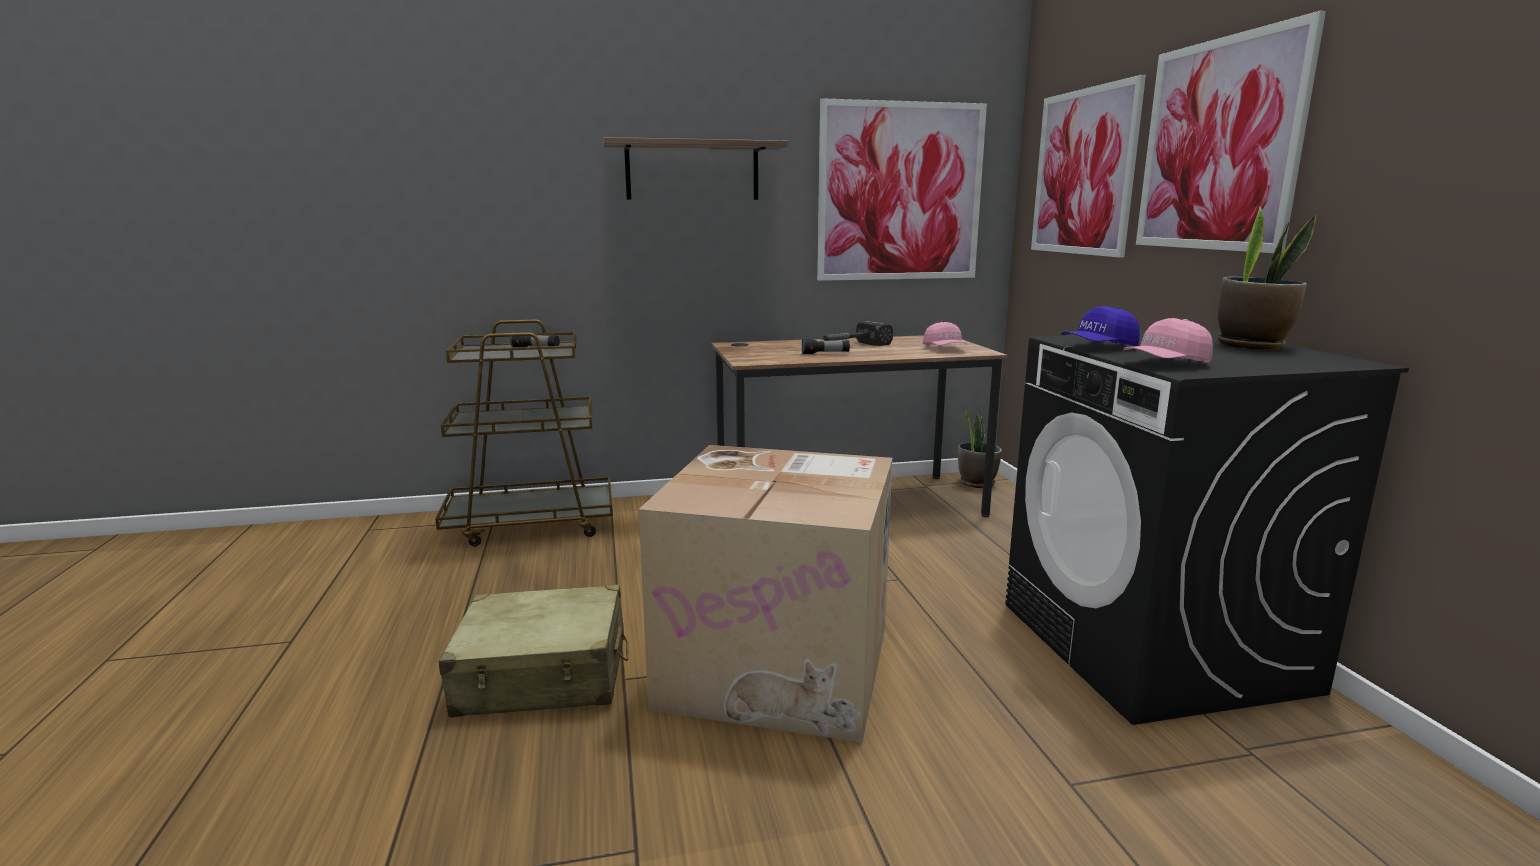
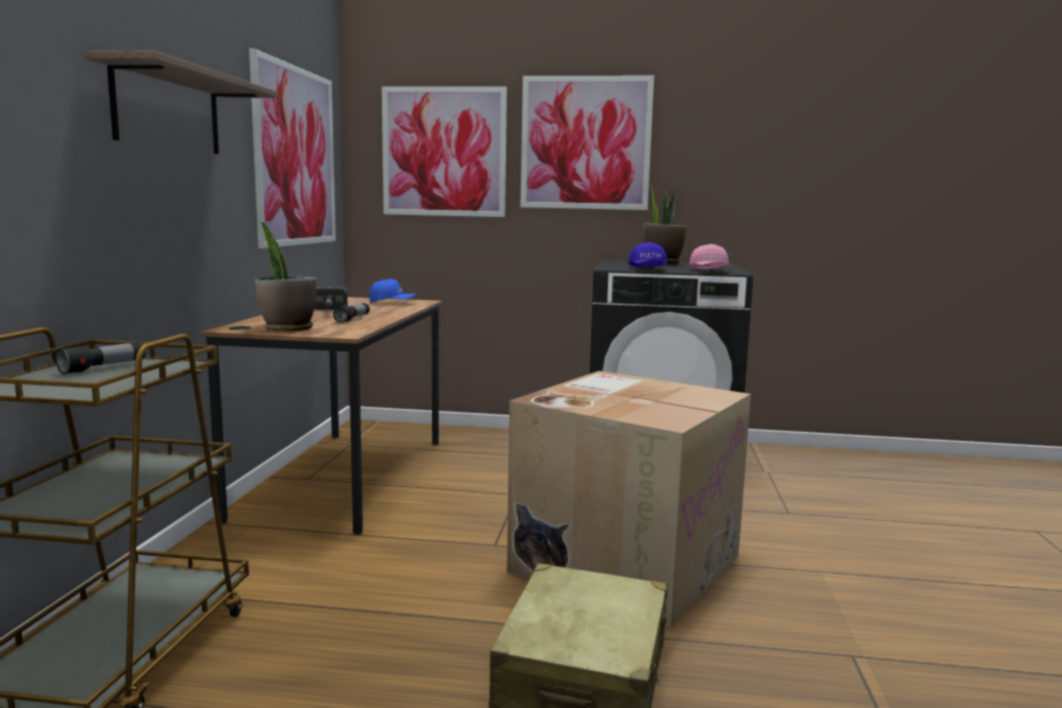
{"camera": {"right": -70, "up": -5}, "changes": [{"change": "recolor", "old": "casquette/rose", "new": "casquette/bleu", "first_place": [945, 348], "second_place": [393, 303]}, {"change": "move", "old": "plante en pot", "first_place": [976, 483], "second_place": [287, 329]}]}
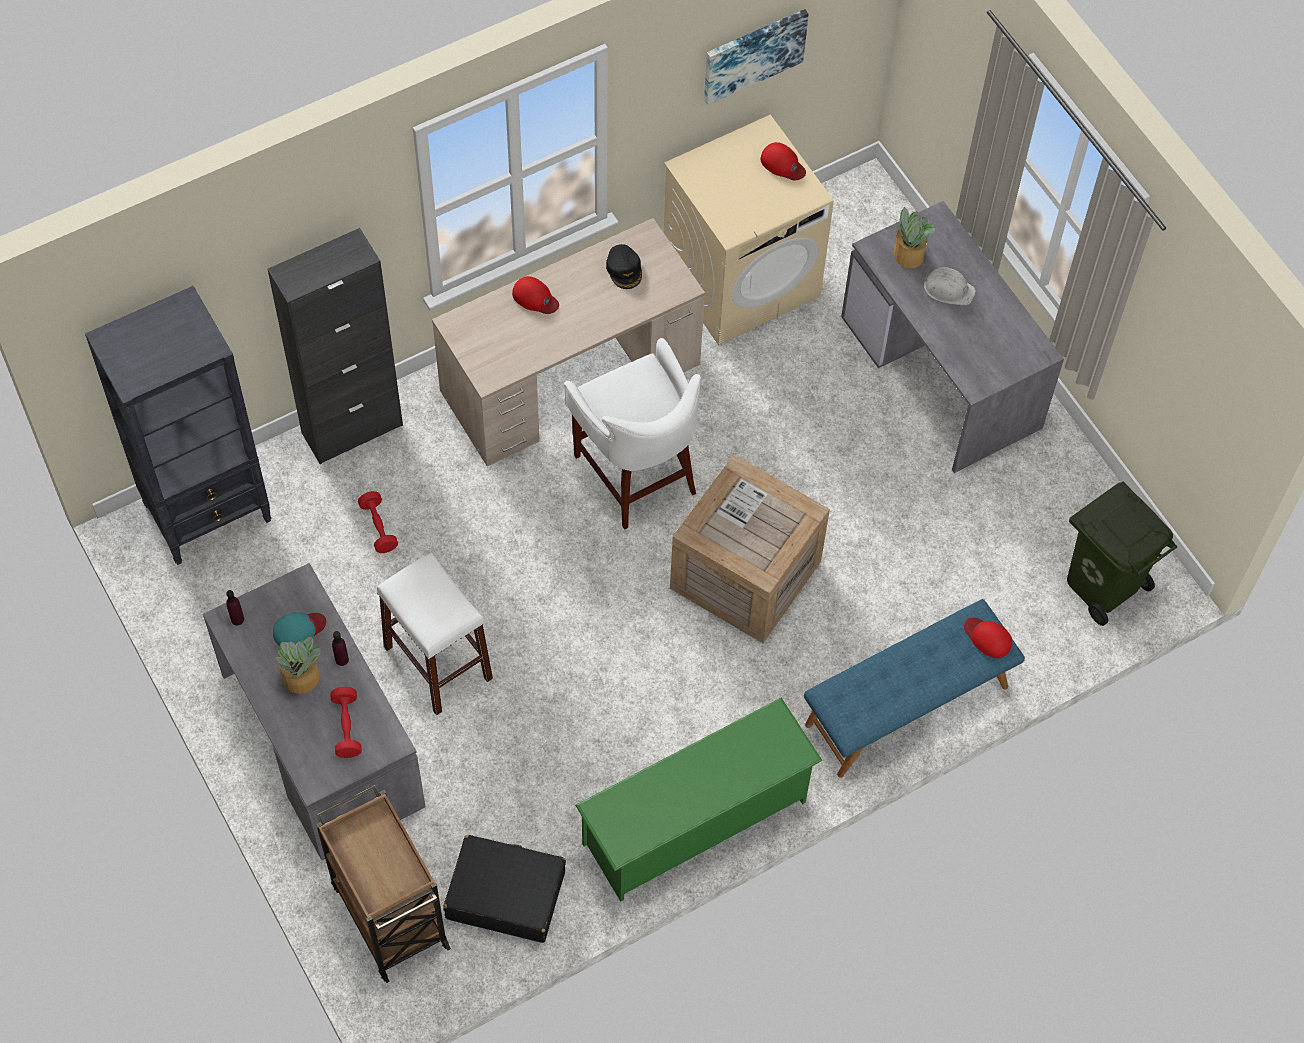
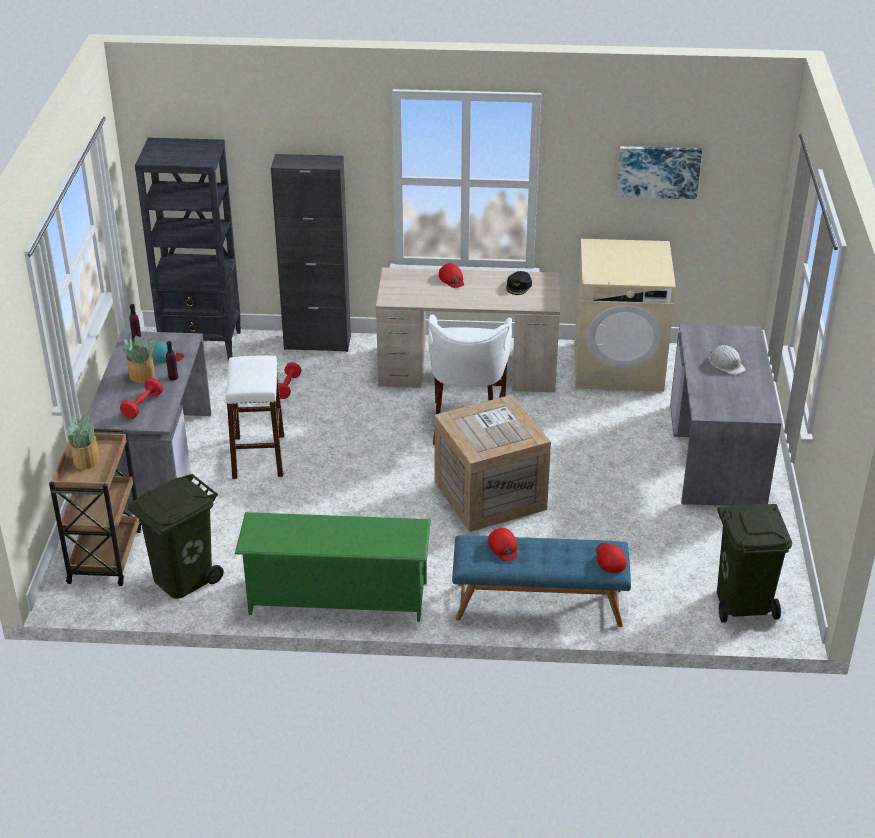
{"camera": {"right": 35, "up": -25}, "changes": [{"change": "move", "old": "casquette/rouge", "first_place": [782, 164], "second_place": [503, 547]}, {"change": "move", "old": "plante en pot", "first_place": [908, 254], "second_place": [87, 460]}, {"change": "replace", "old": "valise/noir", "new": "poubelle/vert", "first_place": [505, 894], "second_place": [182, 578]}]}
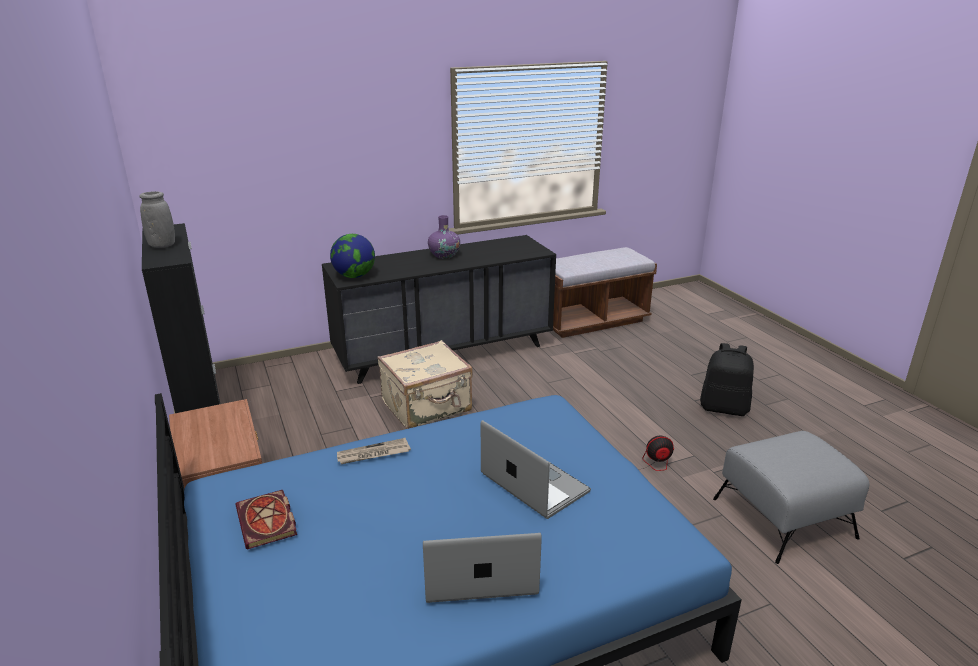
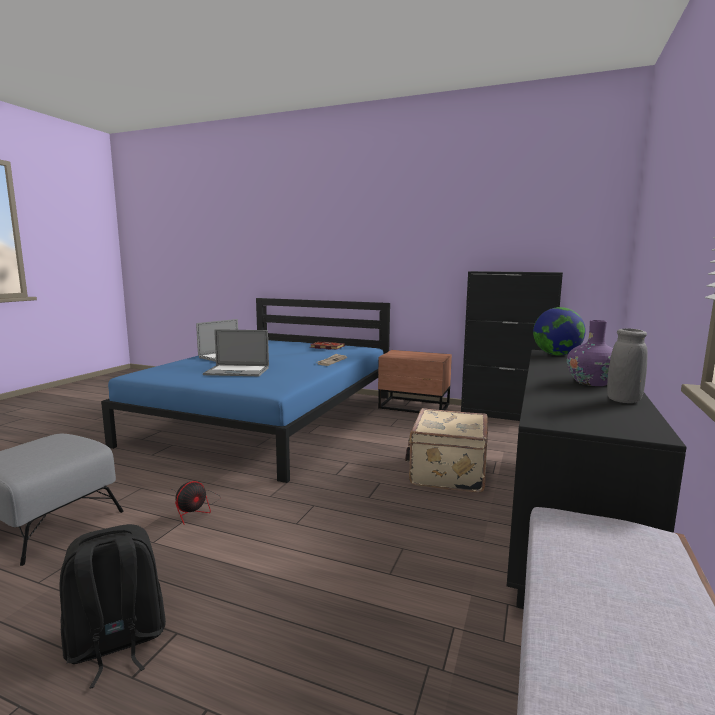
{"camera": {"right": 135, "up": -15}, "changes": [{"change": "move", "old": "vase/gris", "first_place": [162, 245], "second_place": [624, 400]}]}
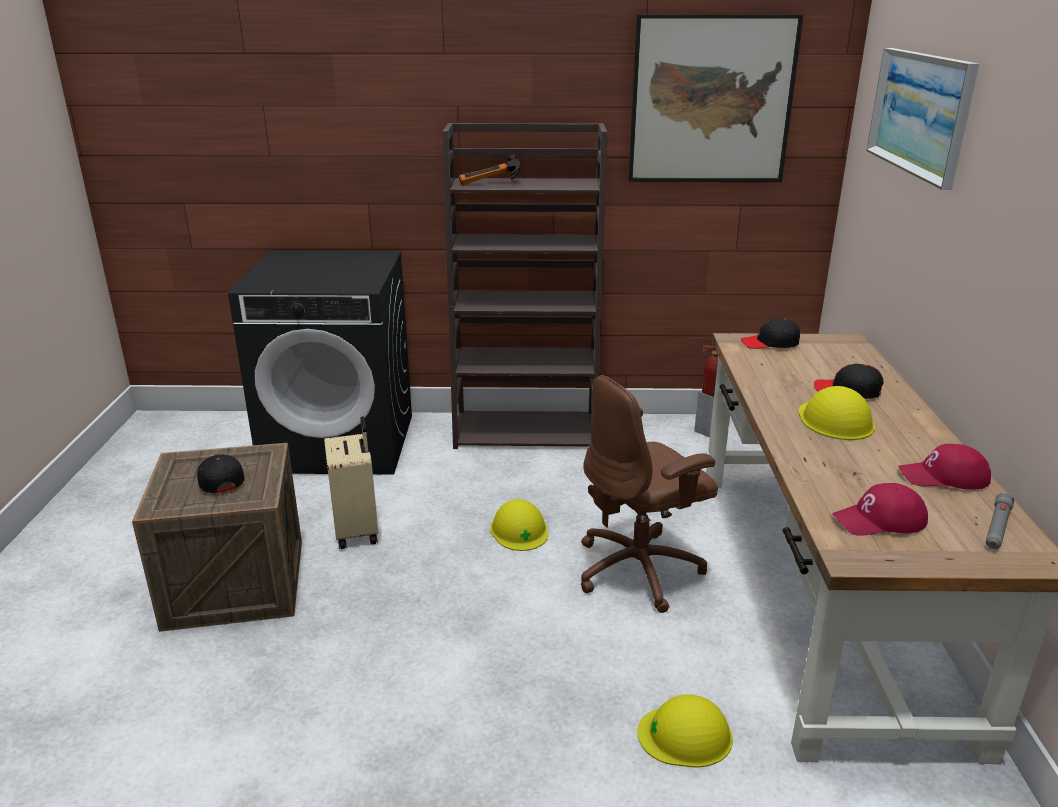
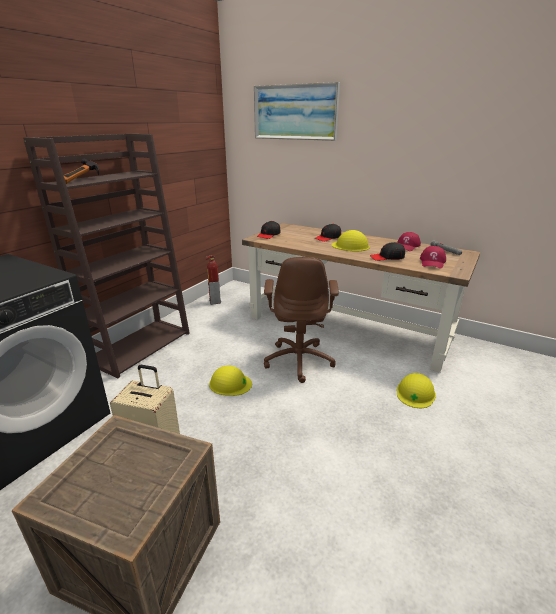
{"camera": {"right": -60, "up": 0}, "changes": [{"change": "delete", "old": "tableau", "first_place": [711, 100]}, {"change": "move", "old": "casquette/noir", "first_place": [219, 479], "second_place": [387, 257]}]}
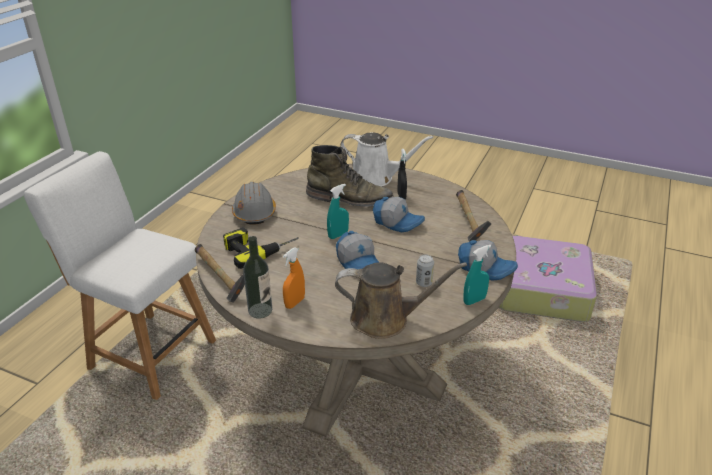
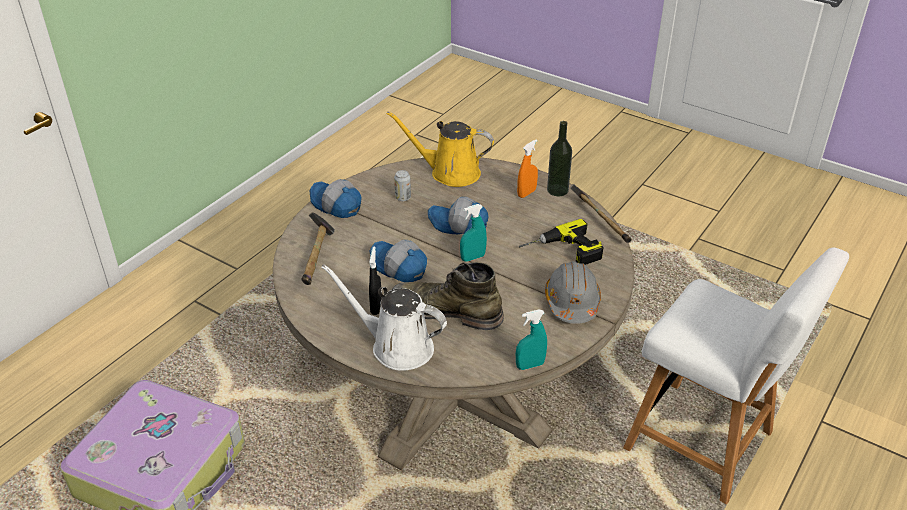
{"camera": {"right": -170, "up": 5}, "changes": [{"change": "rotate", "old": "casquette", "first_place": [359, 261], "second_place": [458, 225], "degrees": -60}, {"change": "move", "old": "vaporisateur/turquoise", "first_place": [474, 300], "second_place": [530, 365]}, {"change": "recolor", "old": "arrosoir/marron", "new": "arrosoir/jaune", "first_place": [385, 319], "second_place": [450, 173]}]}
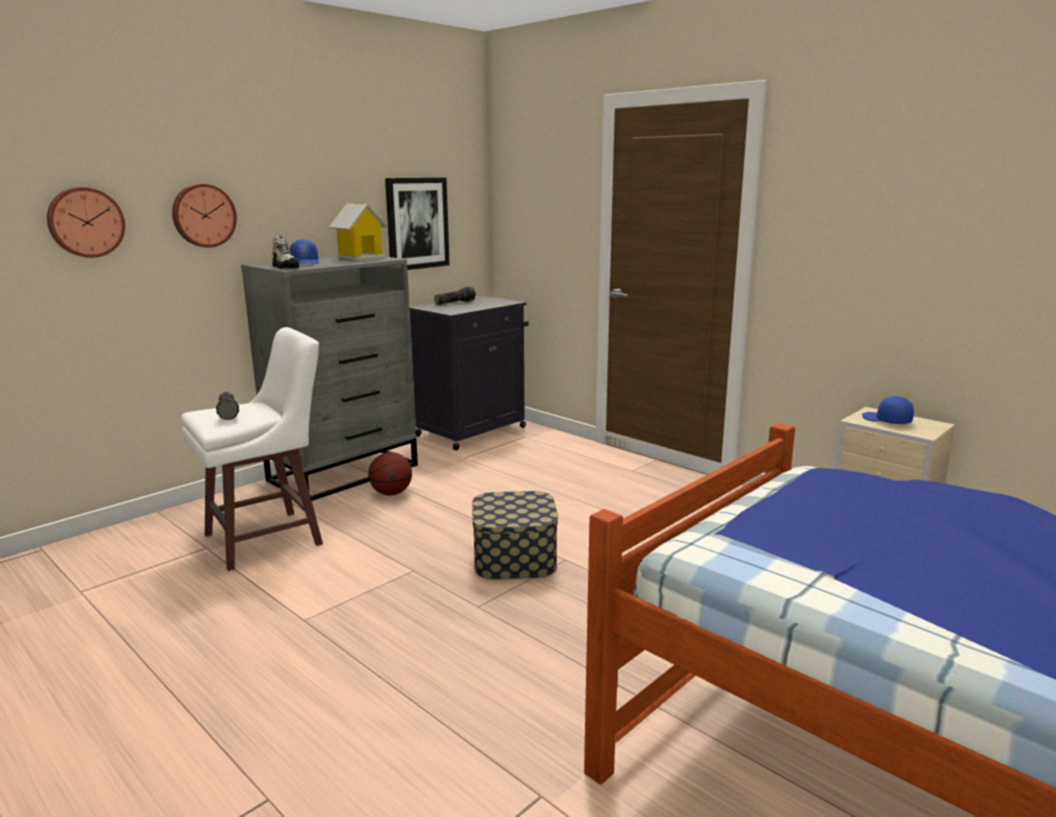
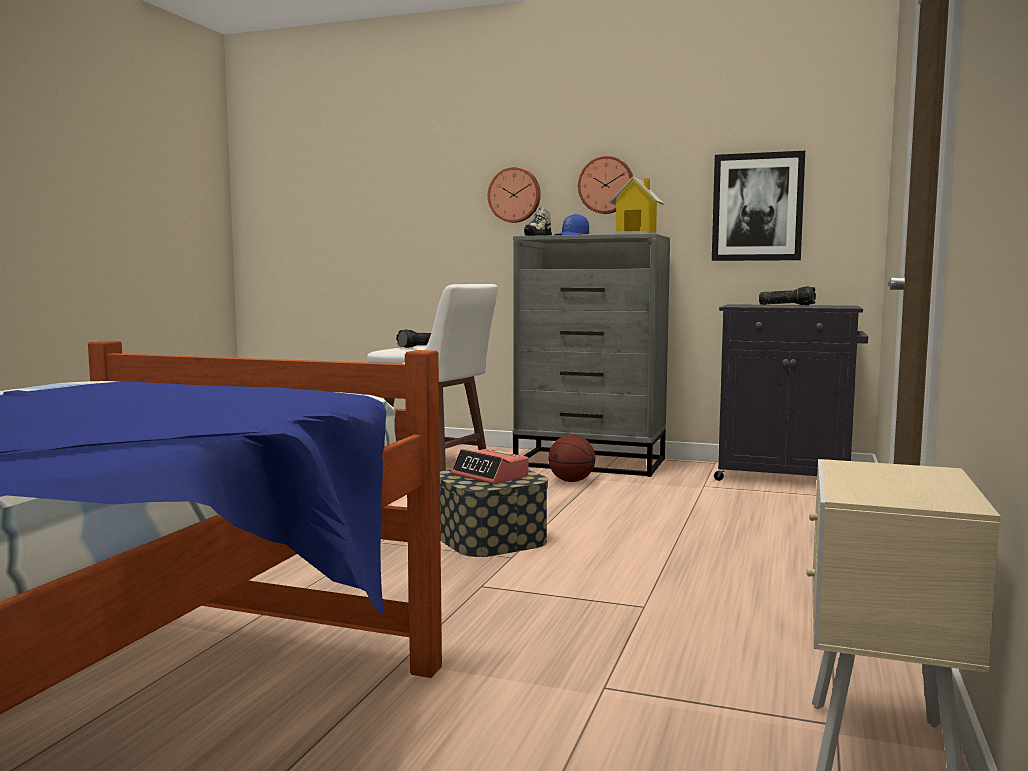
{"camera": {"right": 65, "up": -10}, "changes": [{"change": "move", "old": "horloge murale", "first_place": [85, 222], "second_place": [606, 185]}, {"change": "delete", "old": "casquette/bleu", "first_place": [886, 420]}, {"change": "insert", "new": "réveil", "second_place": [490, 476]}]}
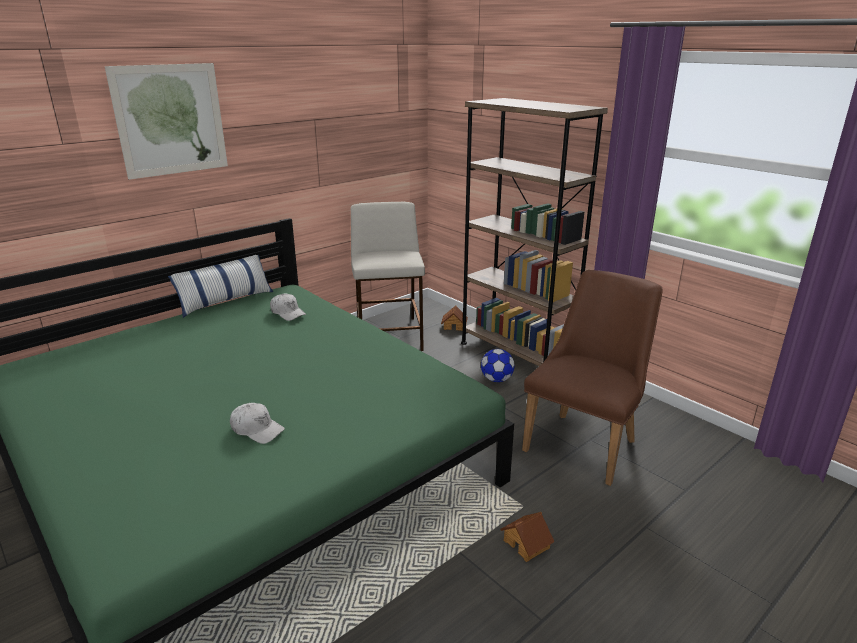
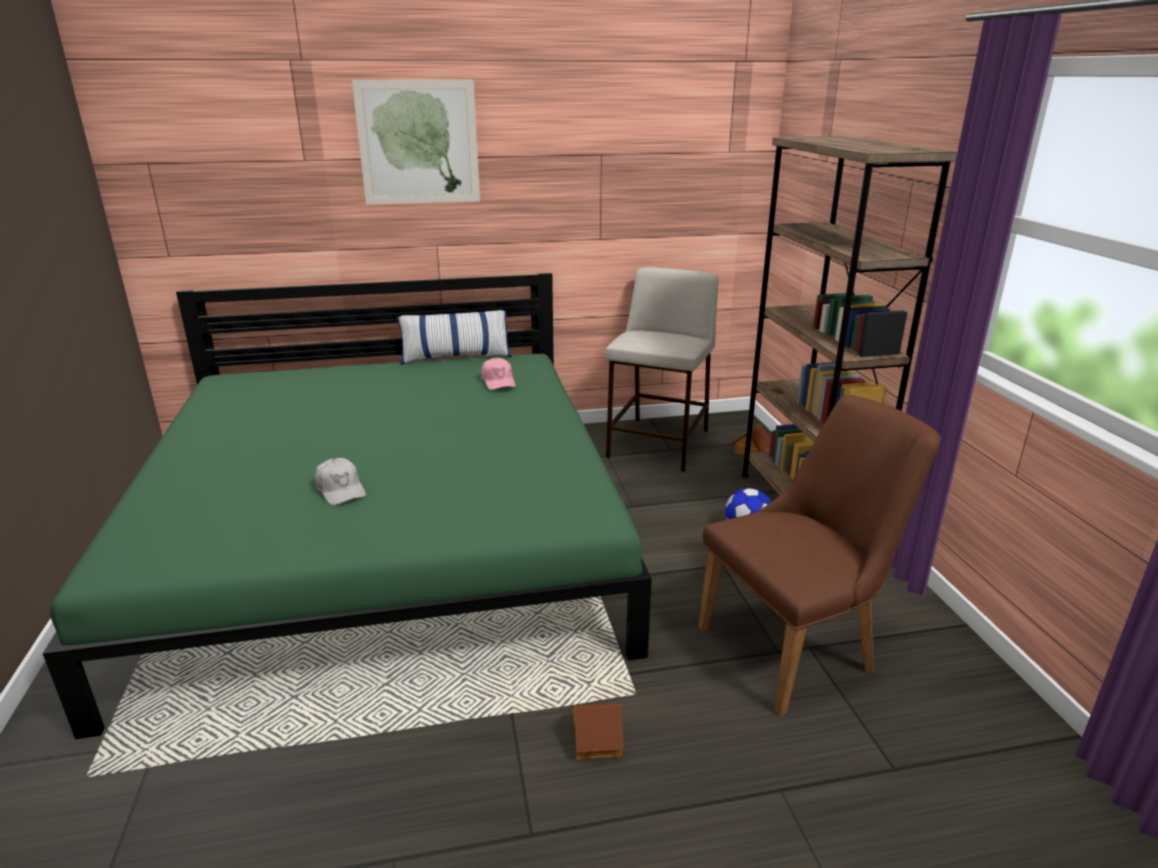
{"camera": {"right": 30, "up": 0}, "changes": [{"change": "recolor", "old": "casquette/blanc", "new": "casquette/rose", "first_place": [287, 313], "second_place": [498, 381]}]}
